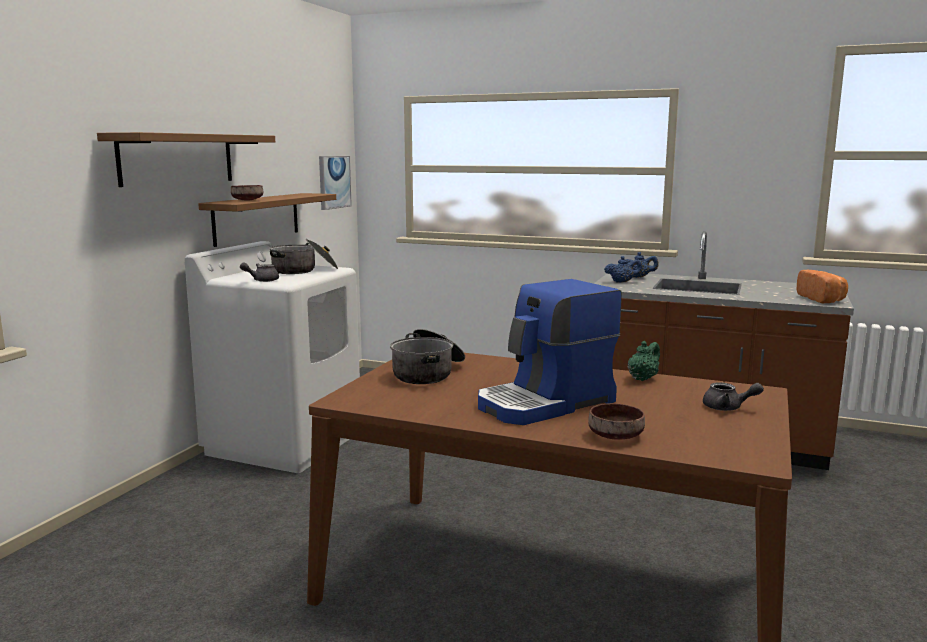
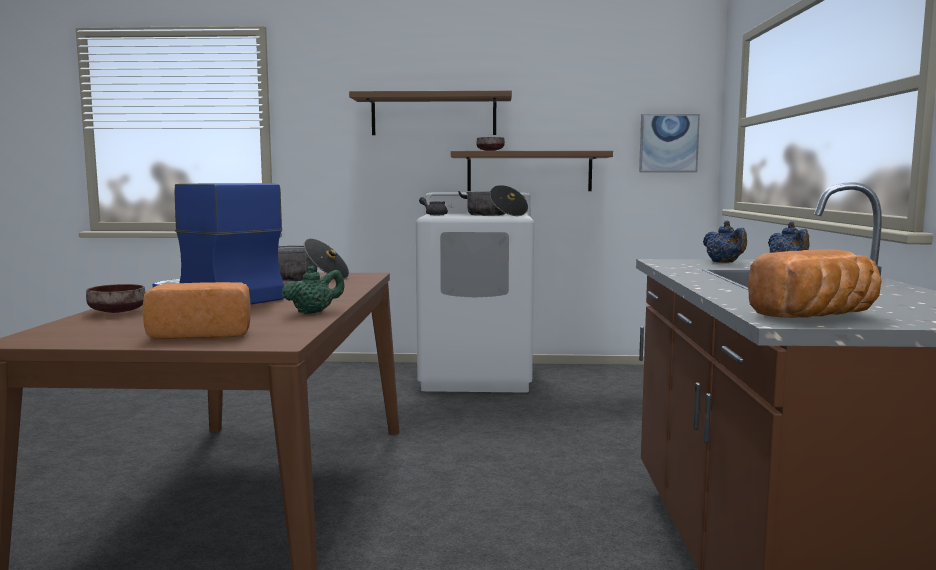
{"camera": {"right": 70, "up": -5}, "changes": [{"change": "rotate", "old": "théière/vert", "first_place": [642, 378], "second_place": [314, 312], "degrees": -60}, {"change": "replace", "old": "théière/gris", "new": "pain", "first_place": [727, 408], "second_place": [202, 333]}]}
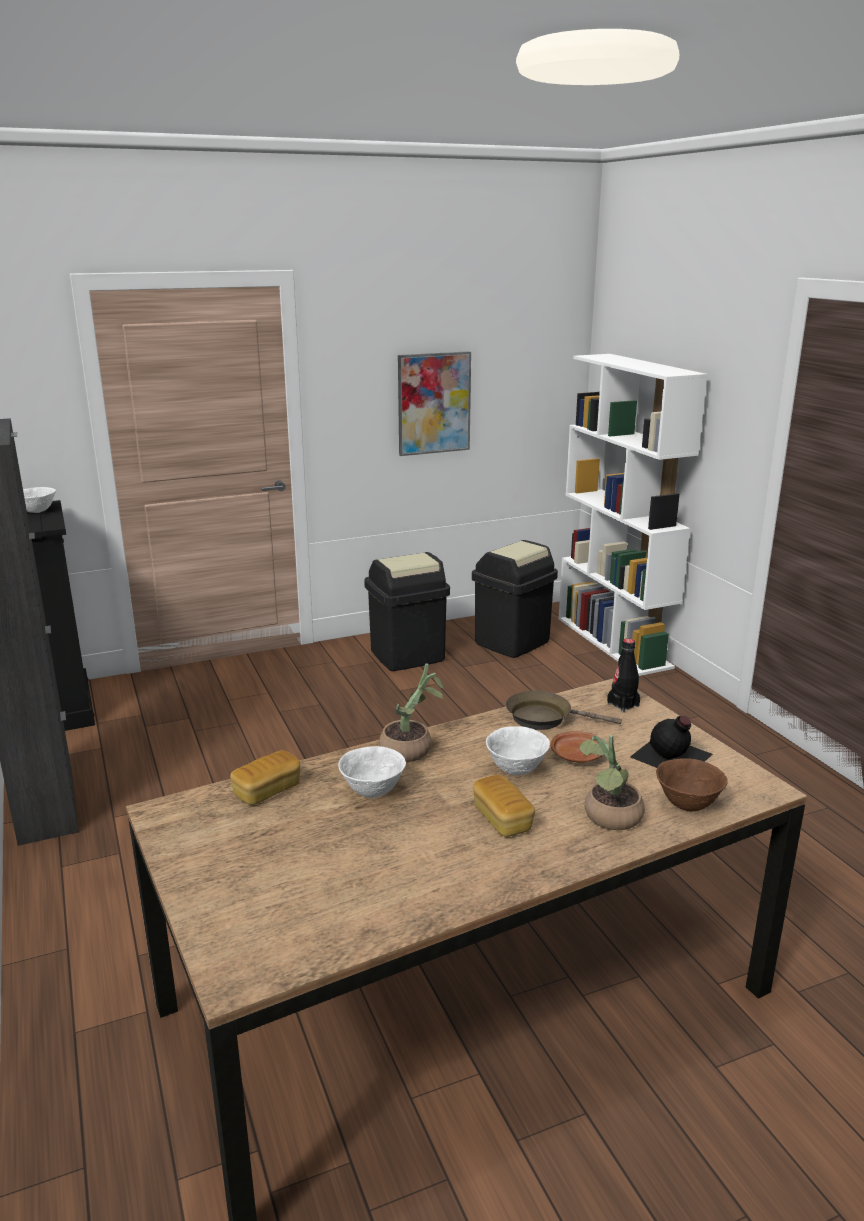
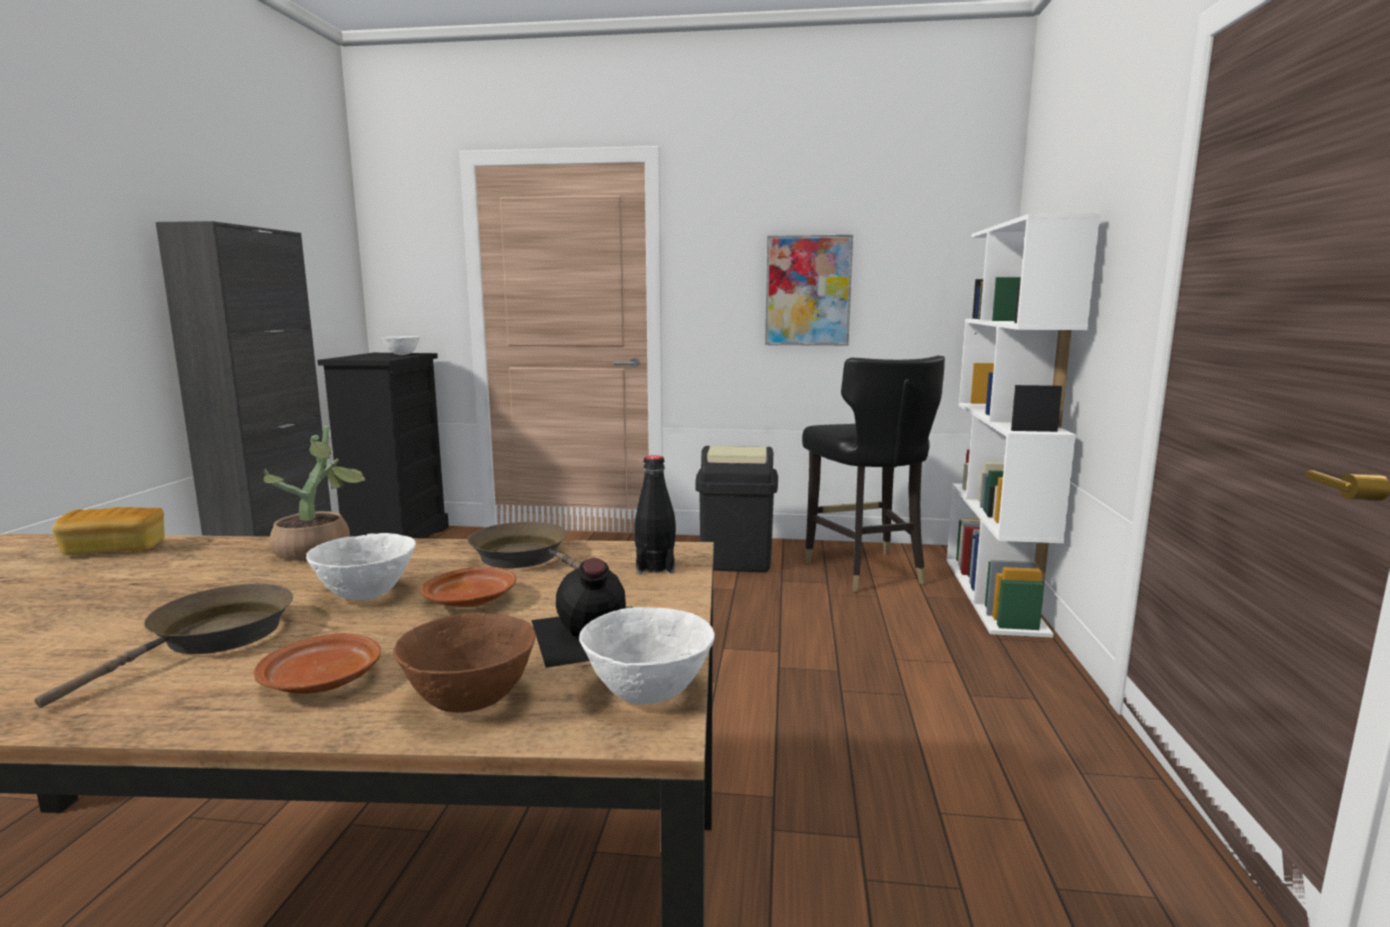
{"camera": {"right": 30, "up": -10}, "changes": [{"change": "replace", "old": "poubelle/noir", "new": "chaise/noir", "first_place": [512, 642], "second_place": [865, 571]}, {"change": "replace", "old": "plante en pot", "new": "assiette/marron", "first_place": [609, 819], "second_place": [322, 682]}, {"change": "move", "old": "bol/blanc", "first_place": [372, 791], "second_place": [647, 693]}, {"change": "replace", "old": "pain", "new": "poêle/marron", "first_place": [502, 819], "second_place": [213, 638]}]}
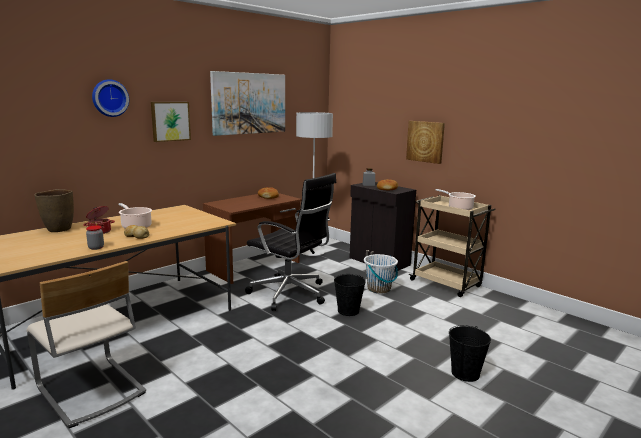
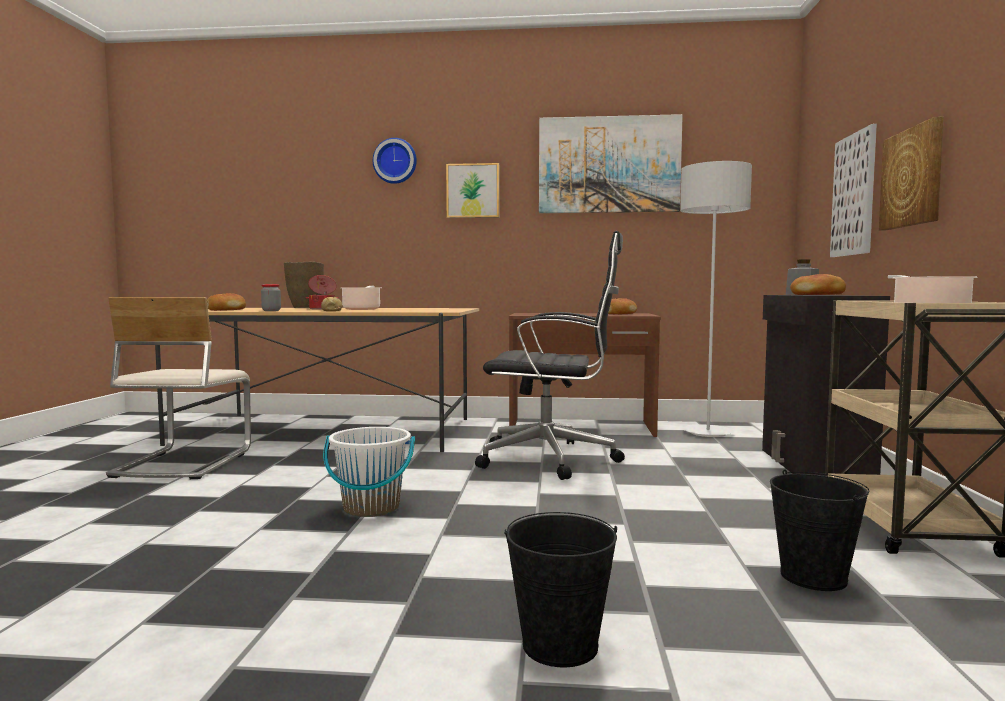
{"camera": {"right": 50, "up": -10}, "changes": [{"change": "rotate", "old": "chaise de bureau/noir", "first_place": [290, 294], "second_place": [552, 459], "degrees": -75}, {"change": "move", "old": "seau/blanc", "first_place": [379, 289], "second_place": [371, 508]}, {"change": "move", "old": "seau/noir", "first_place": [348, 311], "second_place": [813, 577]}, {"change": "insert", "new": "tableau", "second_place": [854, 195]}, {"change": "insert", "new": "pain", "second_place": [226, 310]}]}
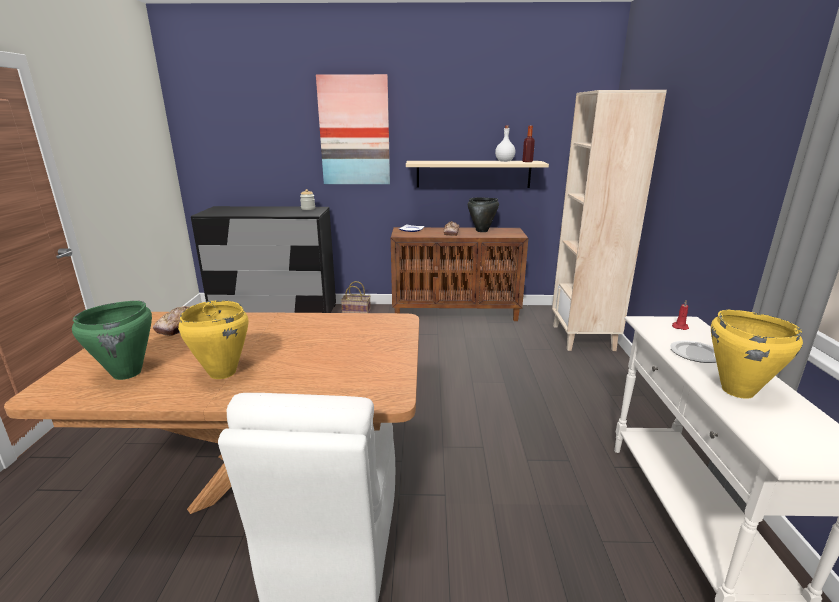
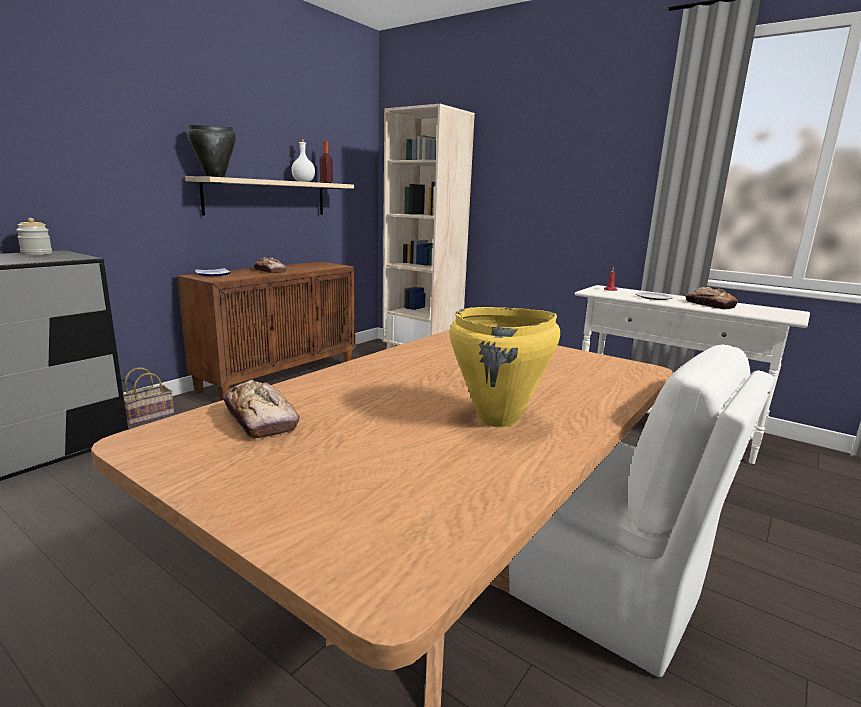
{"camera": {"right": -55, "up": -5}, "changes": [{"change": "delete", "old": "tableau", "first_place": [354, 131]}, {"change": "move", "old": "marmite/noir", "first_place": [482, 231], "second_place": [215, 177]}, {"change": "delete", "old": "marmite/vert", "first_place": [127, 373]}, {"change": "replace", "old": "marmite/jaune", "new": "pain", "first_place": [737, 390], "second_place": [709, 305]}]}
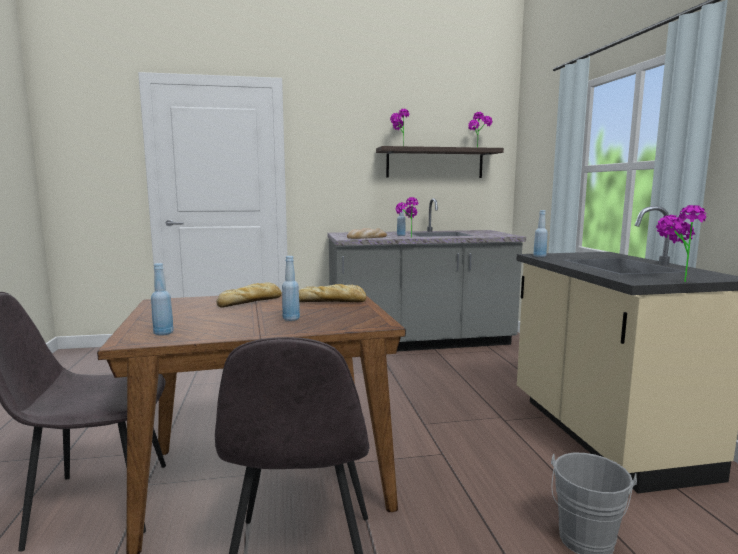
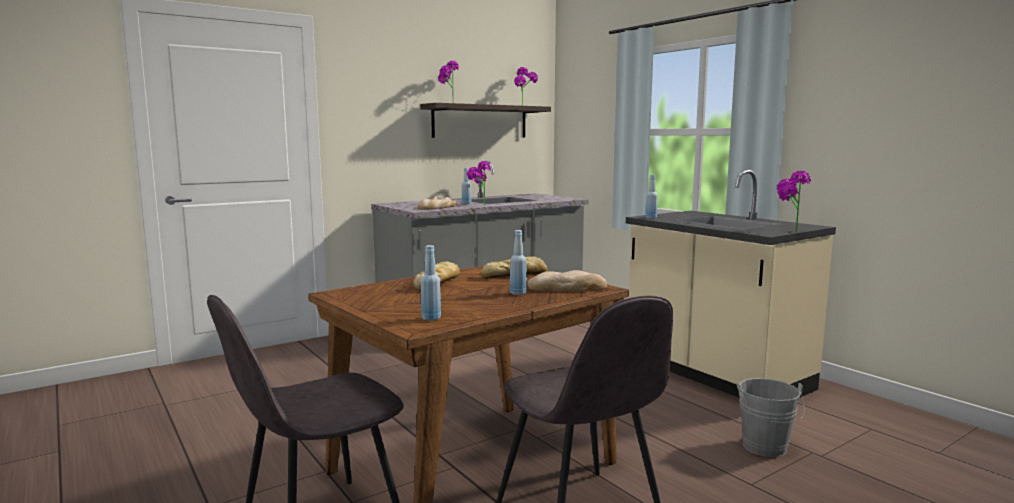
{"camera": {"right": -25, "up": 0}, "changes": [{"change": "insert", "new": "pain", "second_place": [567, 288]}]}
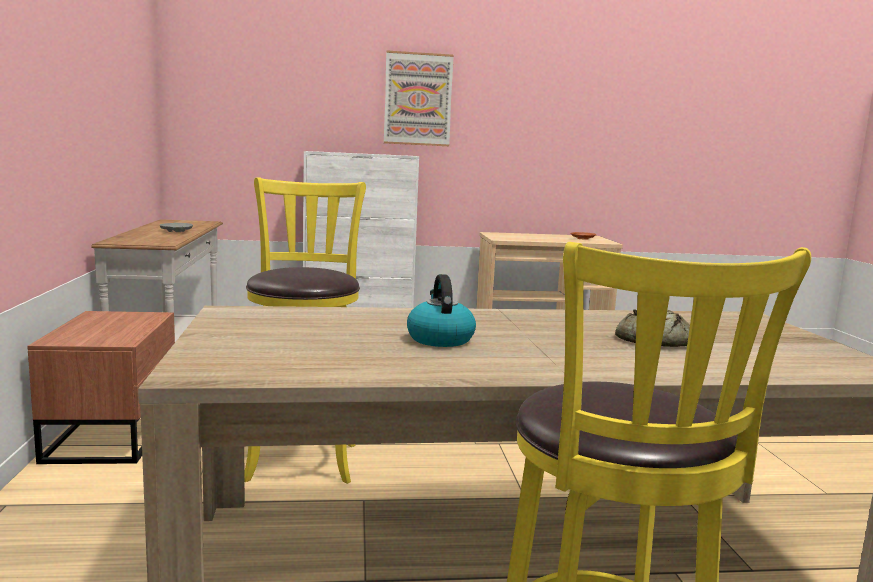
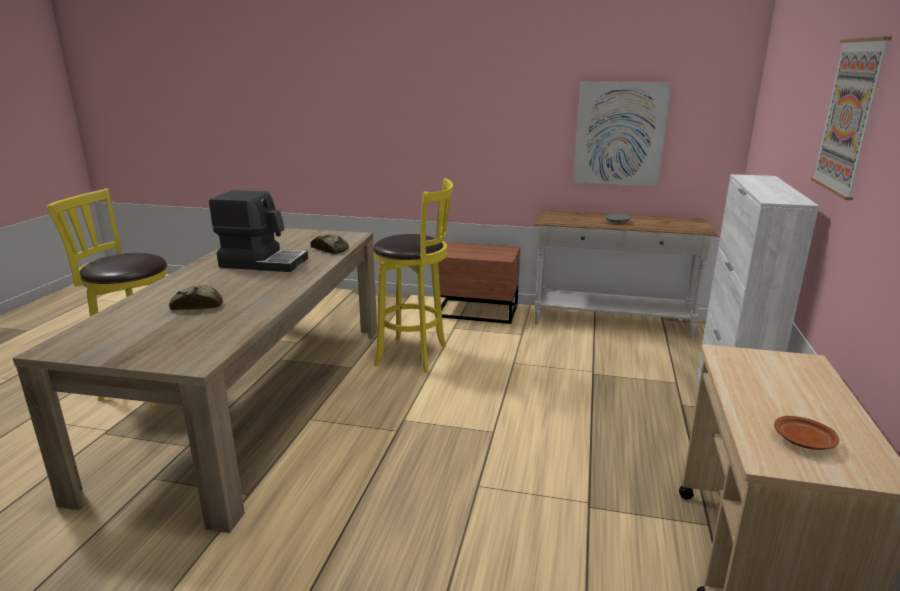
{"camera": {"right": 110, "up": 10}, "changes": [{"change": "replace", "old": "bouilloire", "new": "machine à café", "first_place": [439, 339], "second_place": [263, 262]}, {"change": "insert", "new": "tableau", "second_place": [620, 134]}, {"change": "insert", "new": "pain", "second_place": [330, 249]}]}
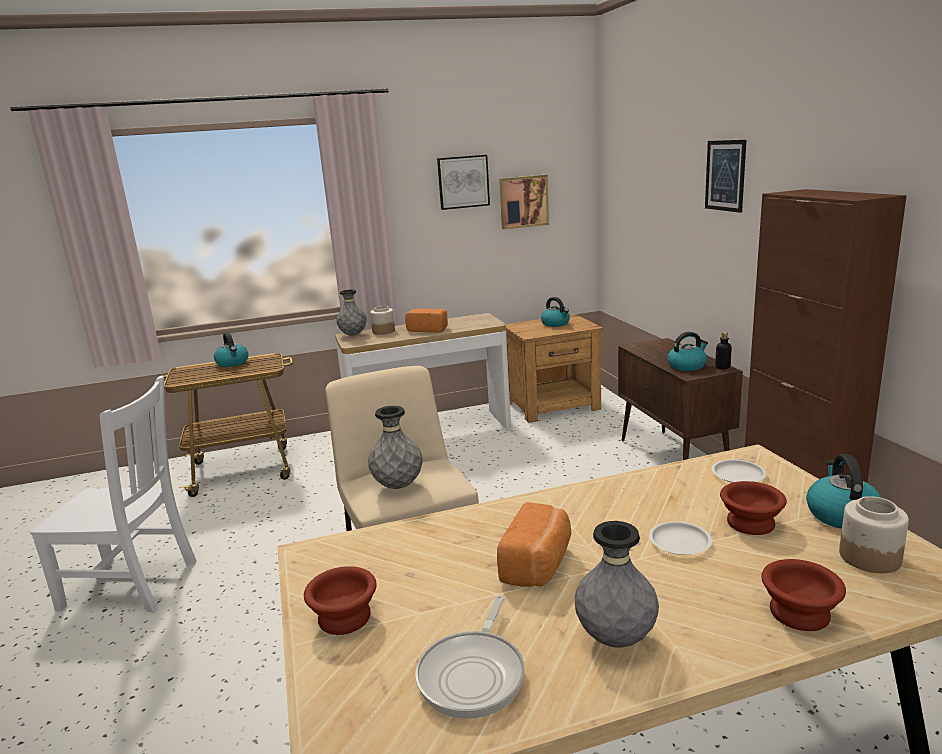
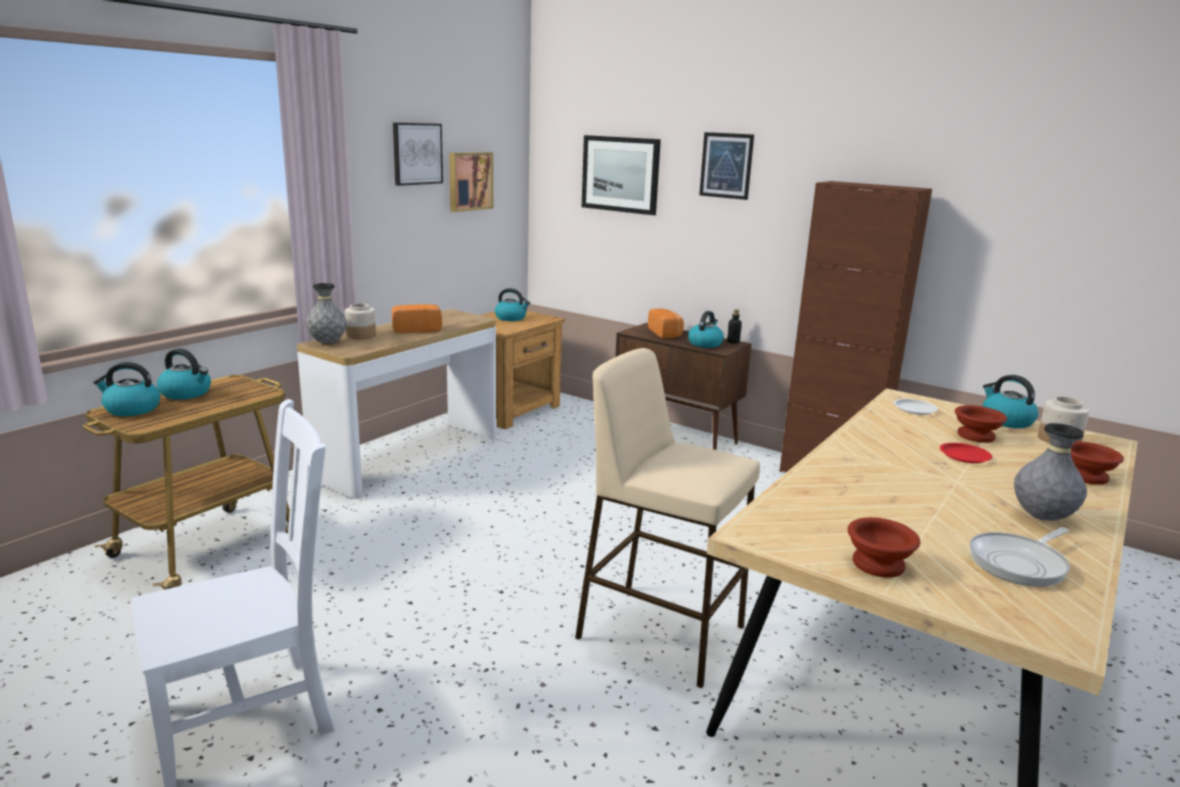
{"camera": {"right": -40, "up": 0}, "changes": [{"change": "delete", "old": "vase/gris", "first_place": [398, 486]}, {"change": "move", "old": "pain", "first_place": [538, 564], "second_place": [666, 333]}, {"change": "recolor", "old": "assiette/blanc", "new": "assiette/rouge", "first_place": [679, 542], "second_place": [964, 456]}, {"change": "rotate", "old": "poêle", "first_place": [474, 674], "second_place": [1020, 563], "degrees": 75}, {"change": "insert", "new": "tableau", "second_place": [620, 174]}, {"change": "insert", "new": "bouilloire", "second_place": [131, 409]}]}
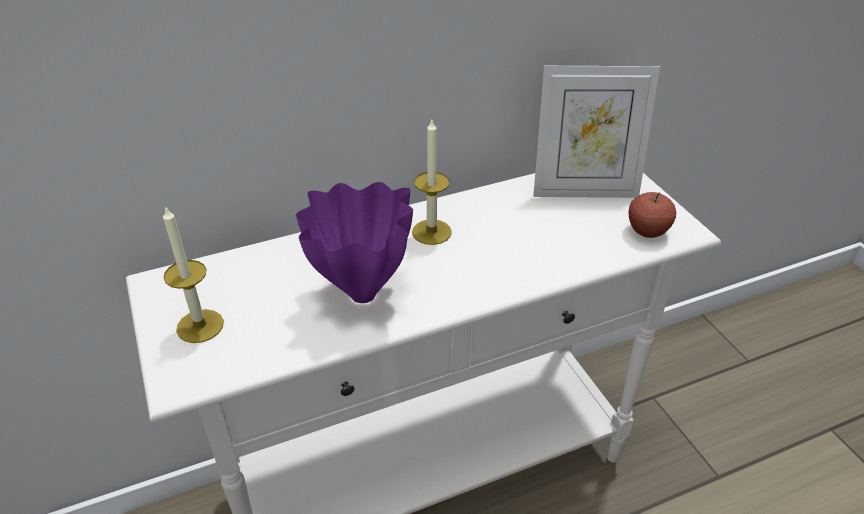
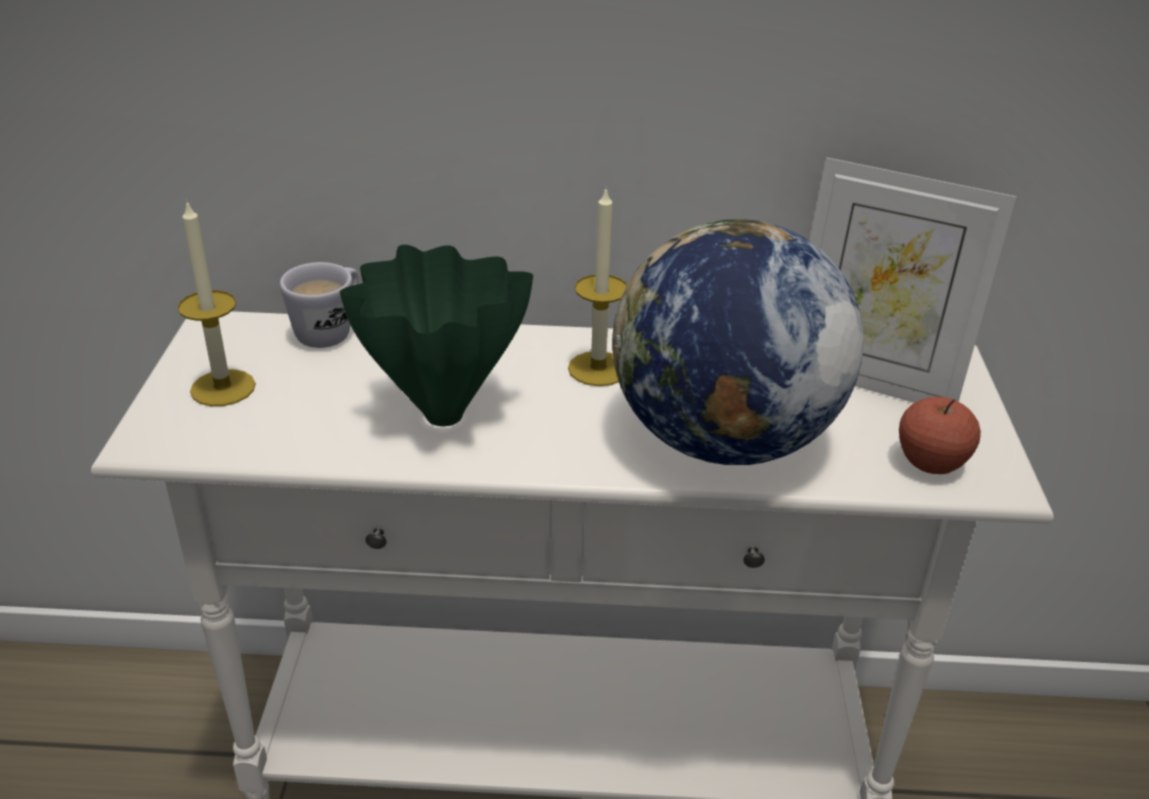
{"camera": {"right": 25, "up": -5}, "changes": [{"change": "recolor", "old": "vase/violet", "new": "vase/vert", "first_place": [361, 295], "second_place": [440, 415]}, {"change": "insert", "new": "globe", "second_place": [721, 440]}, {"change": "insert", "new": "mug/blanc", "second_place": [331, 330]}]}
